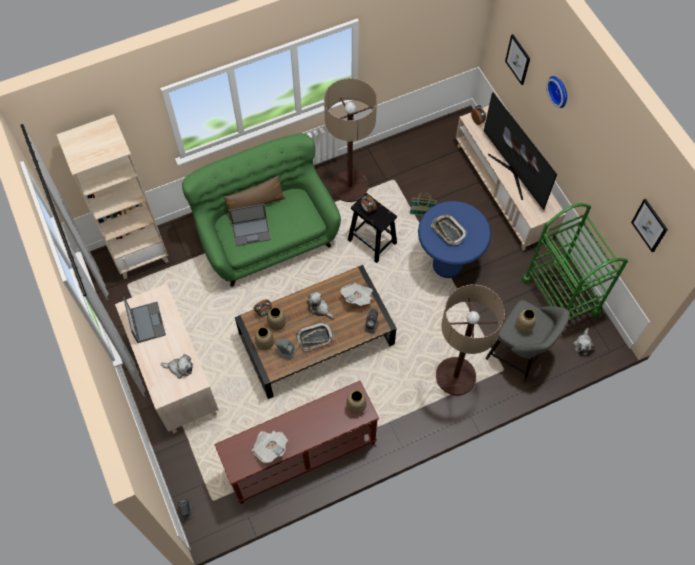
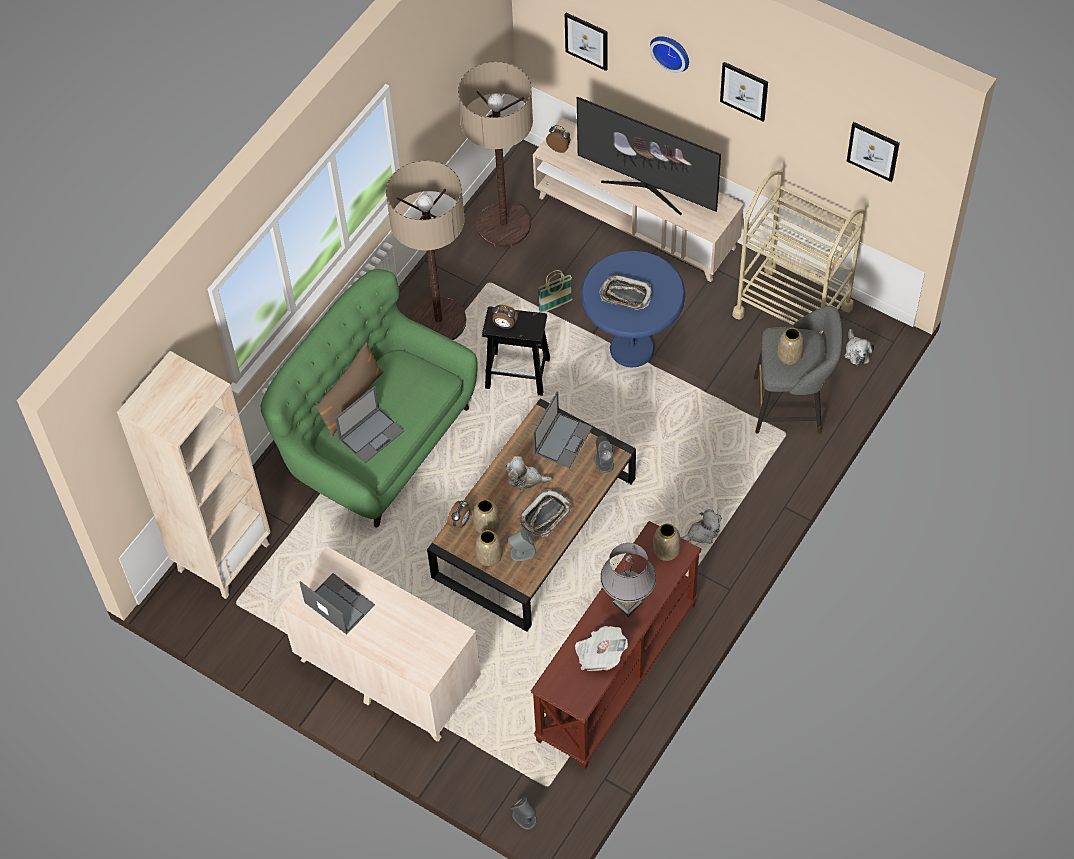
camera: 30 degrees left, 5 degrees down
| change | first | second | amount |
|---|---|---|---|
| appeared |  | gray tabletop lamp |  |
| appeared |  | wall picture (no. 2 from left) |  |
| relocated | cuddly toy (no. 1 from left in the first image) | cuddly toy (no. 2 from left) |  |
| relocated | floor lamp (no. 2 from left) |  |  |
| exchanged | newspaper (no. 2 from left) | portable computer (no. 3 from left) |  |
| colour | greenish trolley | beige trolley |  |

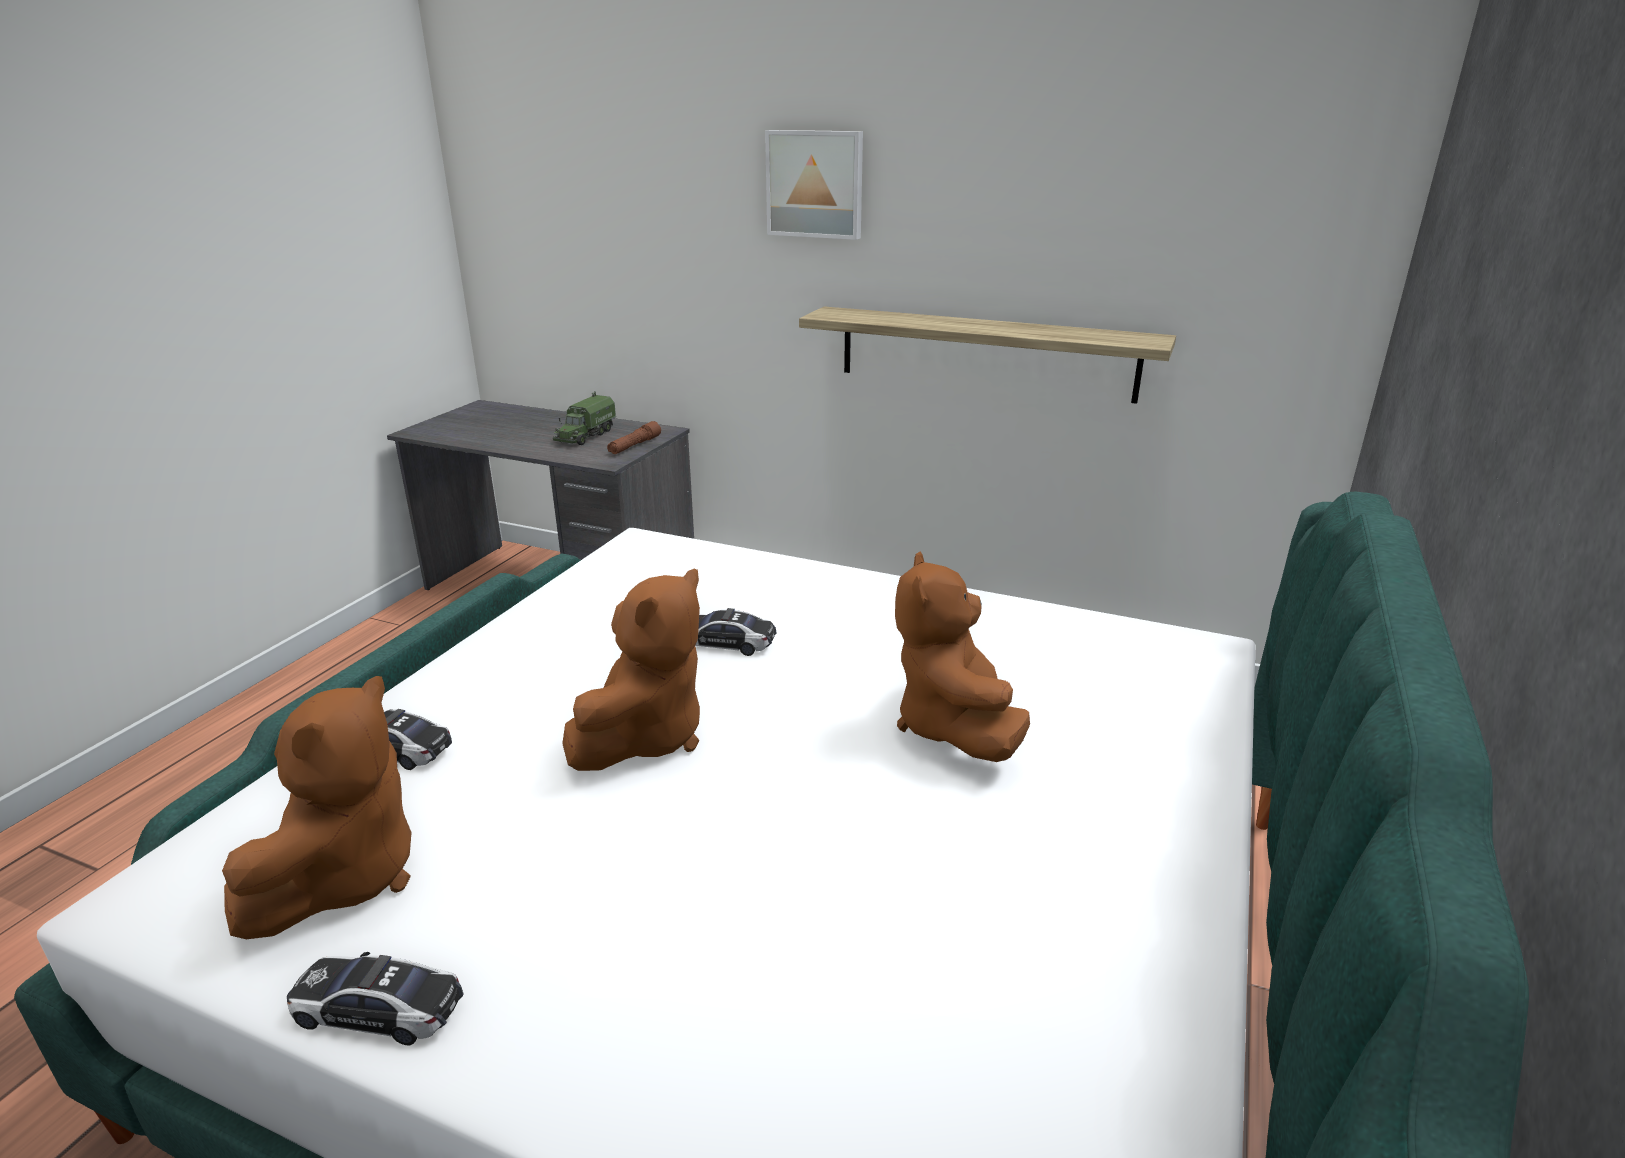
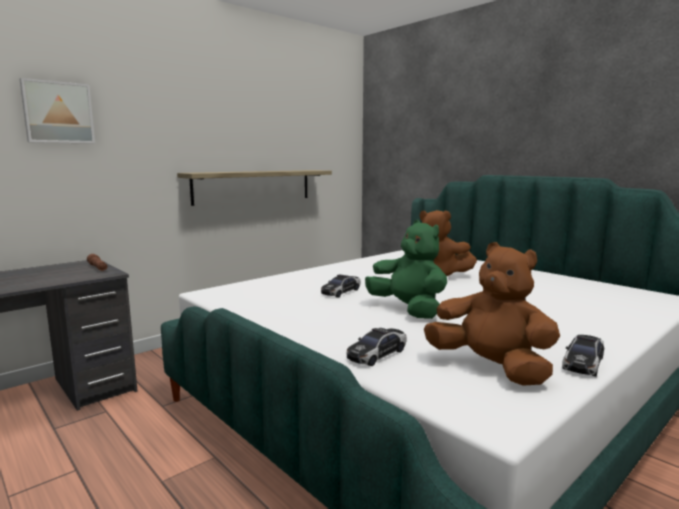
camera: 65 degrees left, 15 degrees down
| change | first | second | amount |
|---|---|---|---|
| missing | toy lorry |  |  |
| relocated | wall picture |  |  |
| colour | brown cuddly toy (no. 2 from left) | greenish cuddly toy |  |

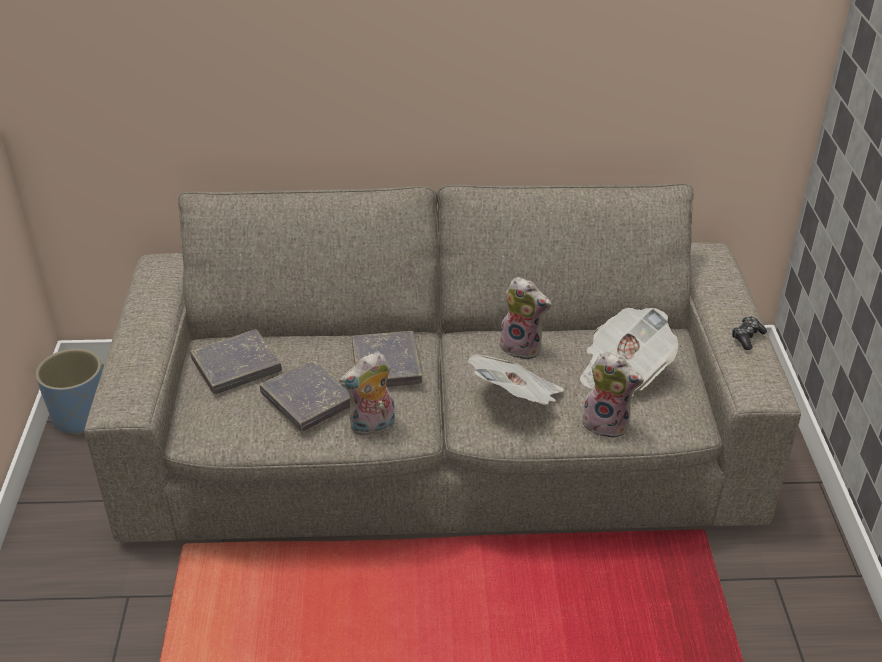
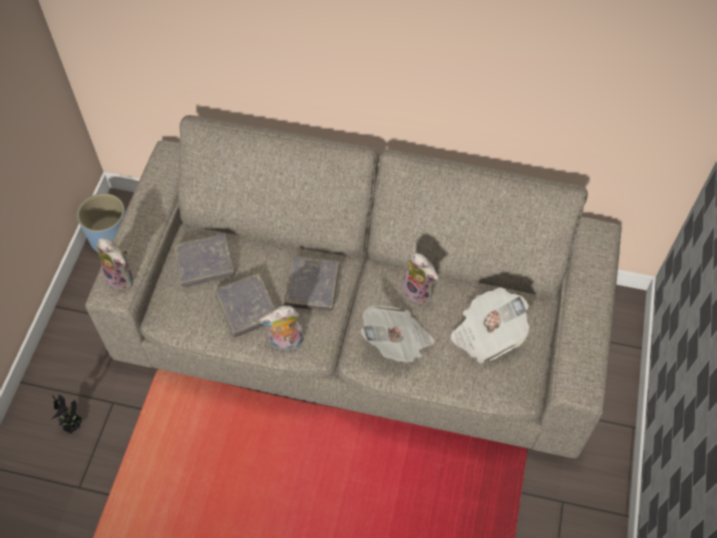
camera: 15 degrees right, 20 degrees up
| change | first | second | amount |
|---|---|---|---|
| missing | joypad |  |  |
| appeared |  | potted plant |  |
| relocated | cuddly toy (no. 3 from left in the first image) | cuddly toy (no. 1 from left) |  |

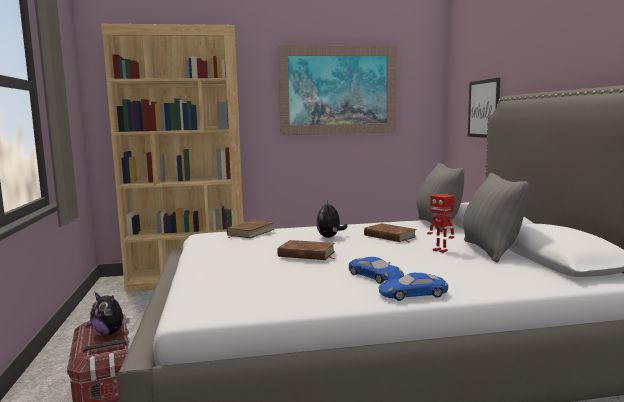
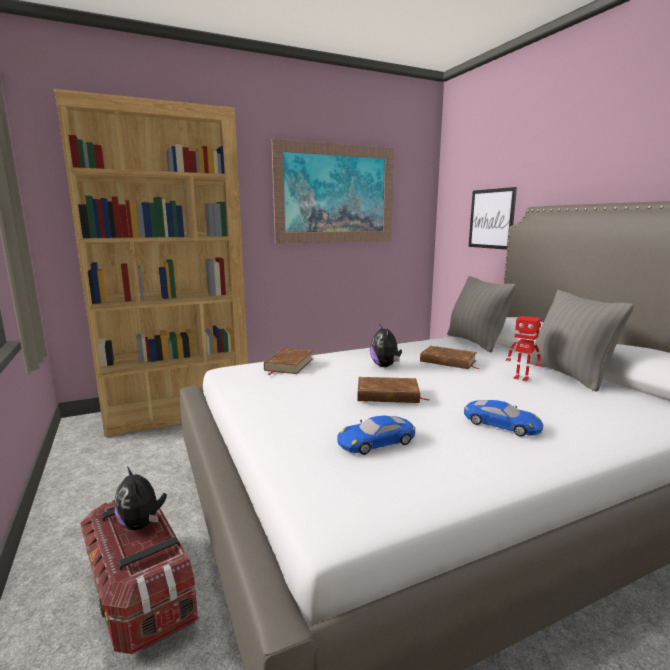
camera: 15 degrees left, 5 degrees up
| change | first | second | amount |
|---|---|---|---|
| relocated | blue miniature car (no. 2 from left in the first image) | blue miniature car (no. 1 from left) |  |
| spun | cuddly toy (no. 1 from left) |  | 45 degrees clockwise |

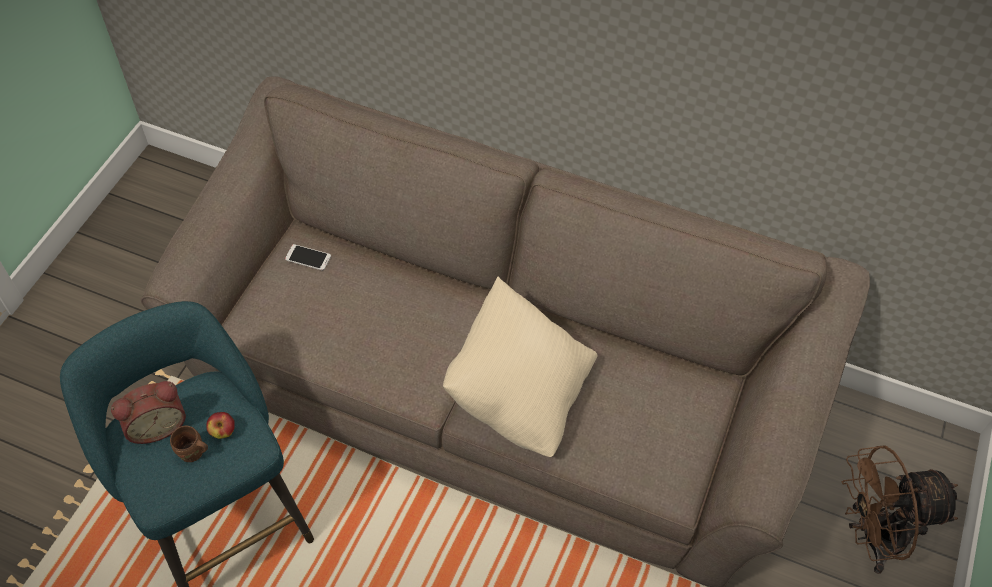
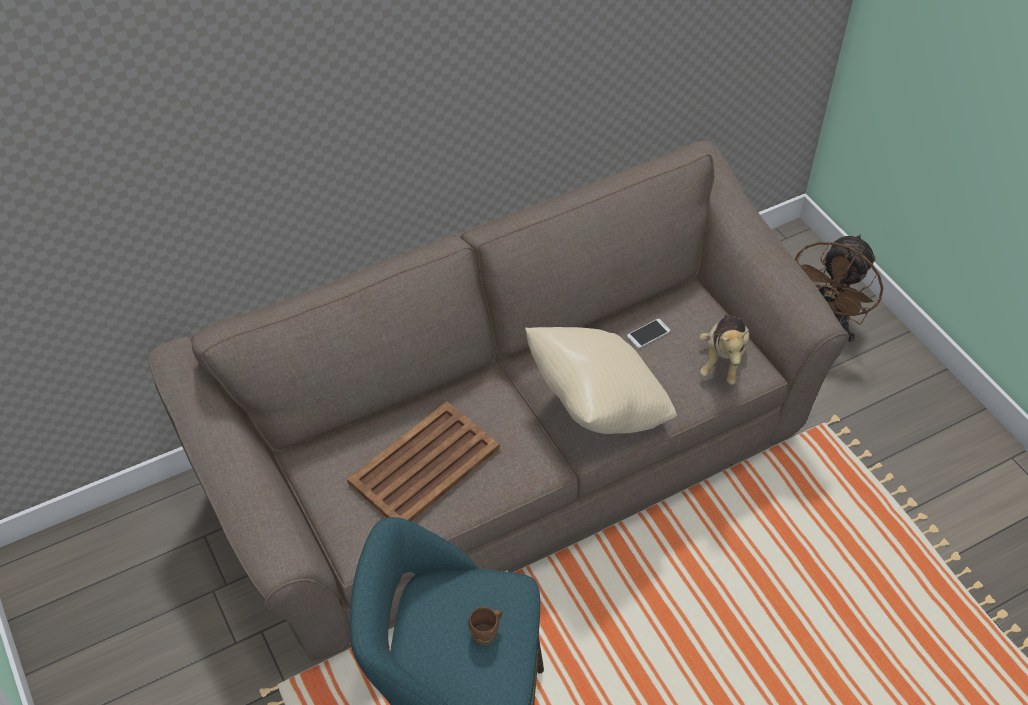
camera: 50 degrees left, 5 degrees down
| change | first | second | amount |
|---|---|---|---|
| missing | table clock |  |  |
| missing | whole apple |  |  |
| appeared |  | brown tray |  |
| appeared |  | cuddly toy |  |
| relocated | handset |  |  |

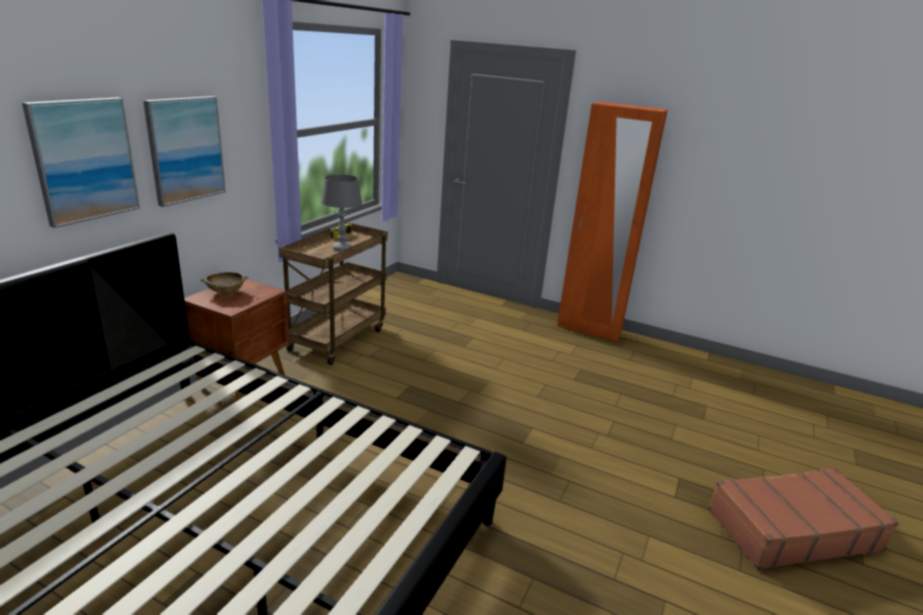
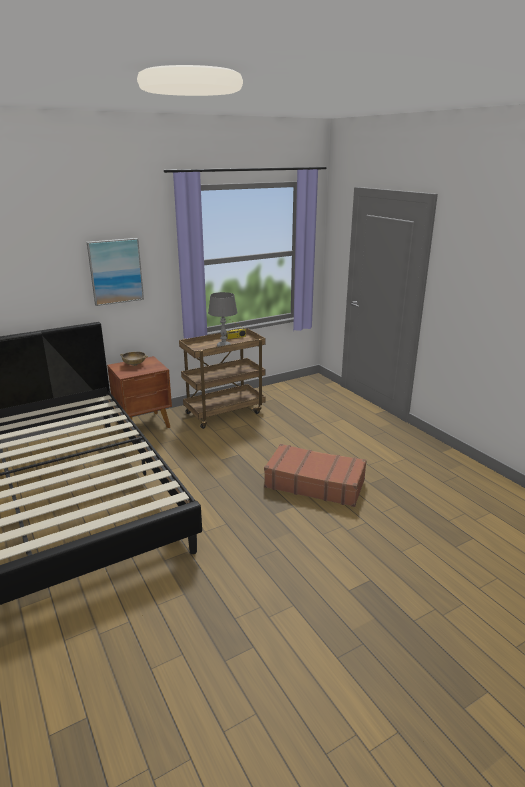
camera: 35 degrees right, 0 degrees up
| change | first | second | amount |
|---|---|---|---|
| missing | wall picture (no. 1 from left) |  |  |
| missing | orange-coloured clothes cupboard |  |  |
| relocated | brown travel case |  |  |

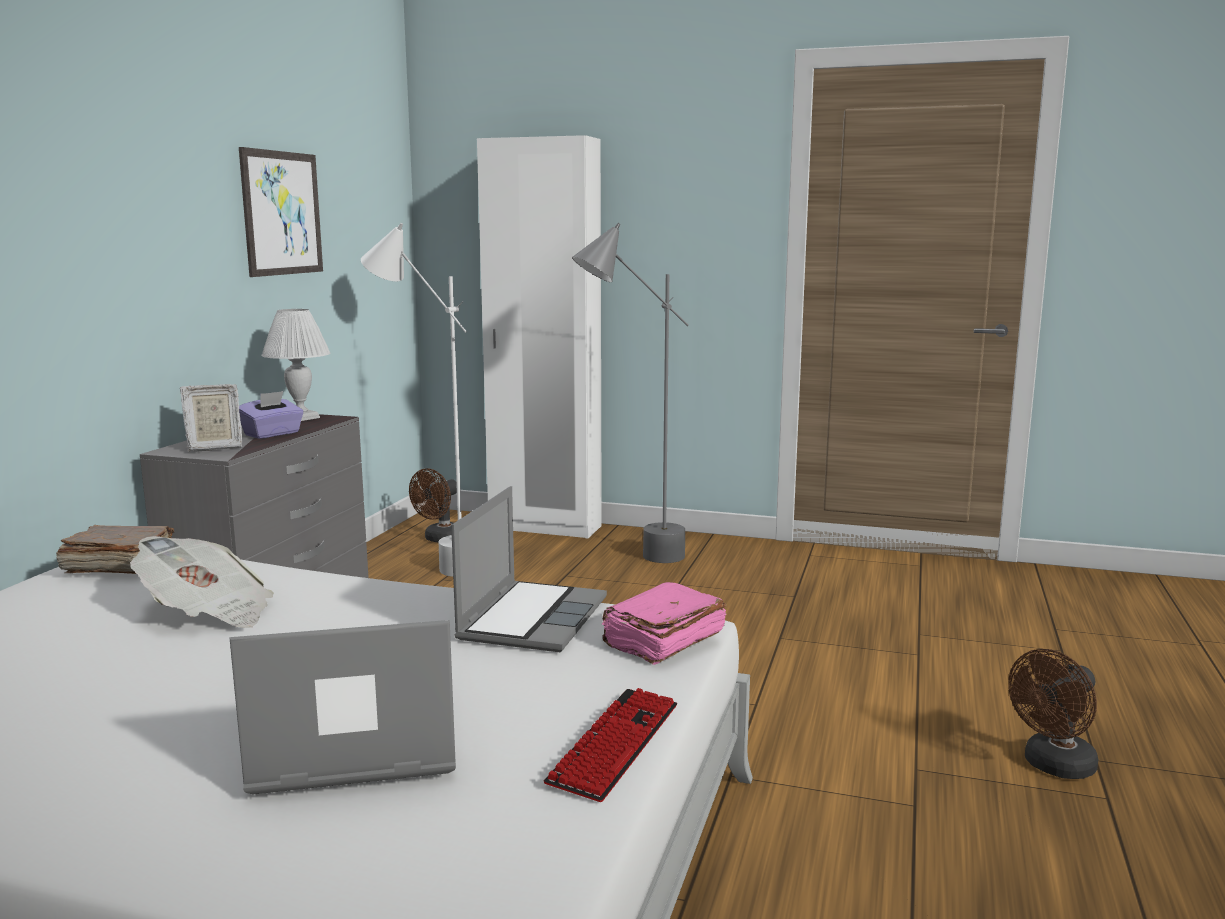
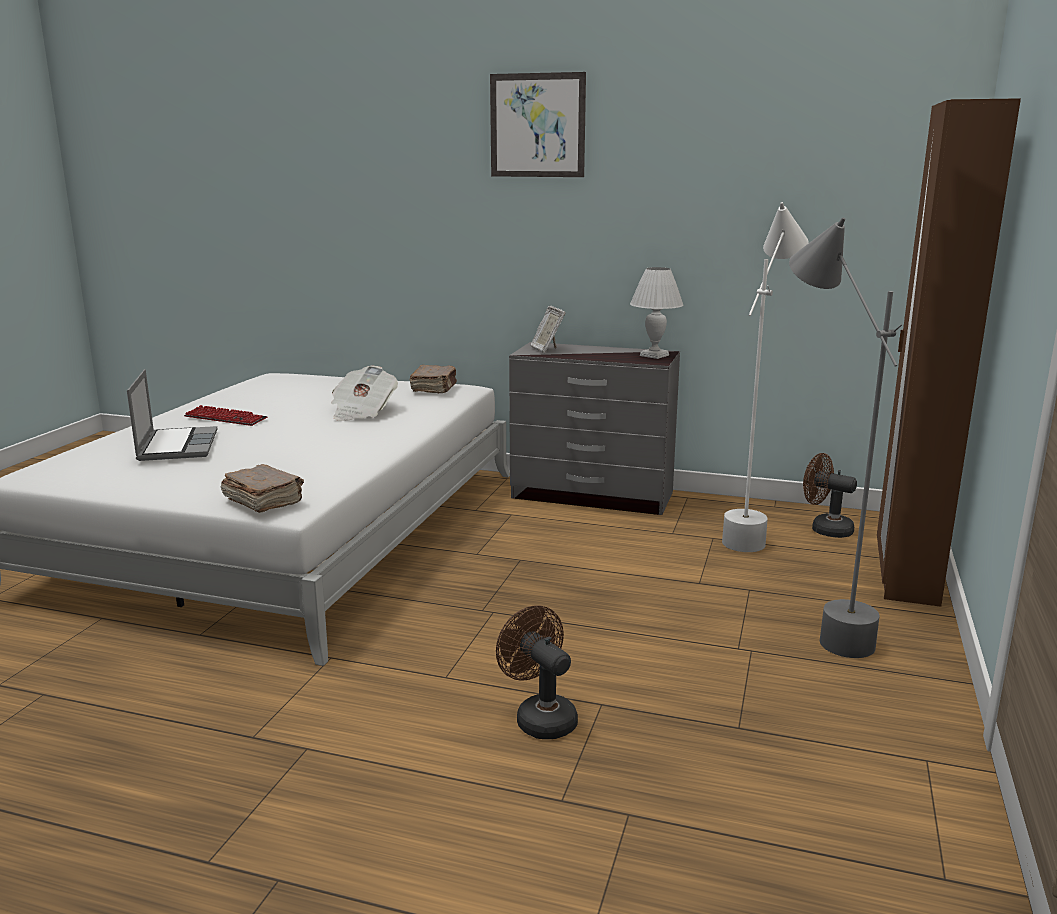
camera: 90 degrees right, 5 degrees up
| change | first | second | amount |
|---|---|---|---|
| missing | purple box of tissues |  |  |
| missing | portable computer (no. 2 from left) |  |  |
| relocated | wall picture |  |  |
| relocated | PC keyboard |  |  |
| relocated | brown cooling fan (no. 2 from left in the first image) | brown cooling fan (no. 1 from left) |  |
| colour | whitish clothes cupboard | brown clothes cupboard |  |
| colour | pinkish book | brown book (no. 1 from left) |  |

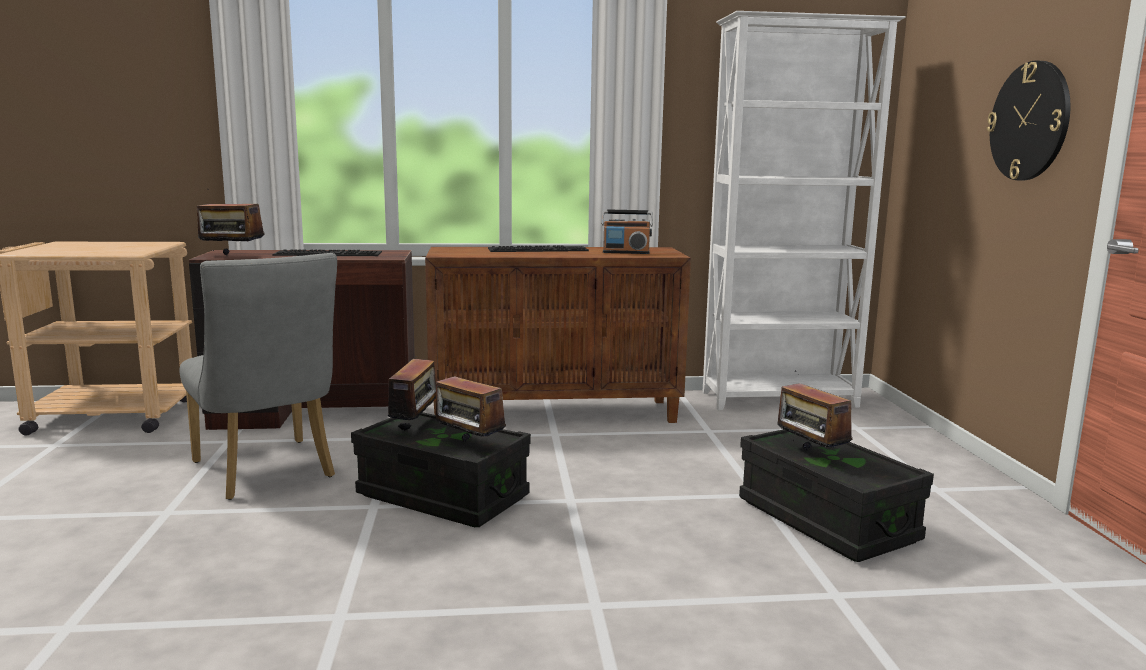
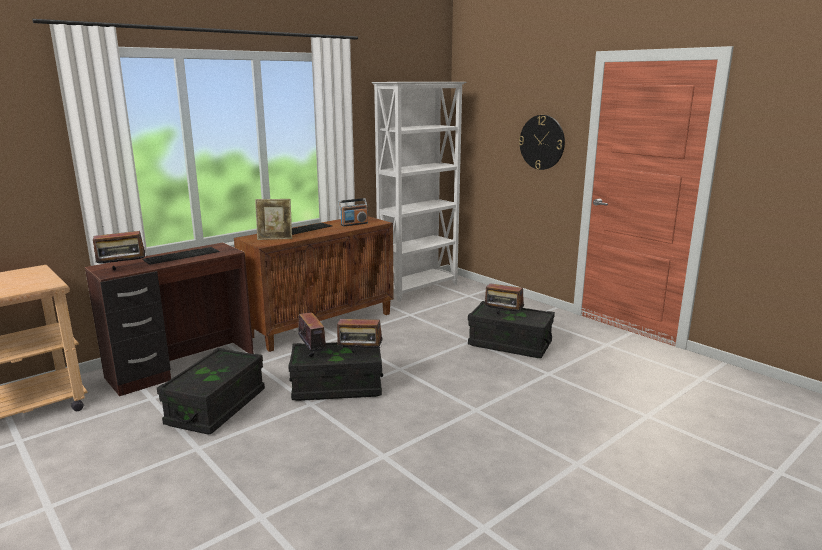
camera: 35 degrees left, 5 degrees up
| change | first | second | amount |
|---|---|---|---|
| appeared |  | picture frame |  |
| exchanged | gray plain chair | blackish storage bin (no. 1 from left) |  |

